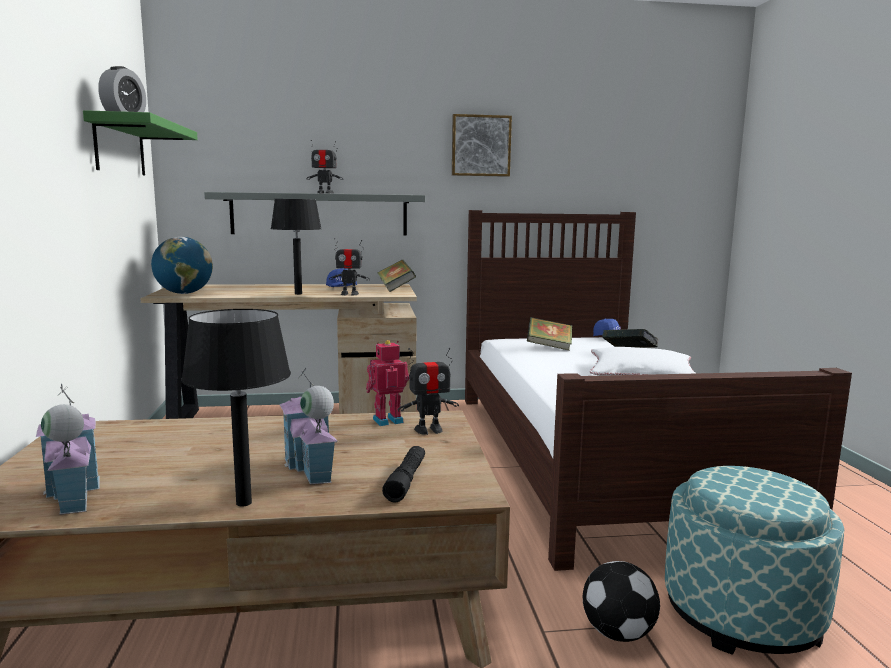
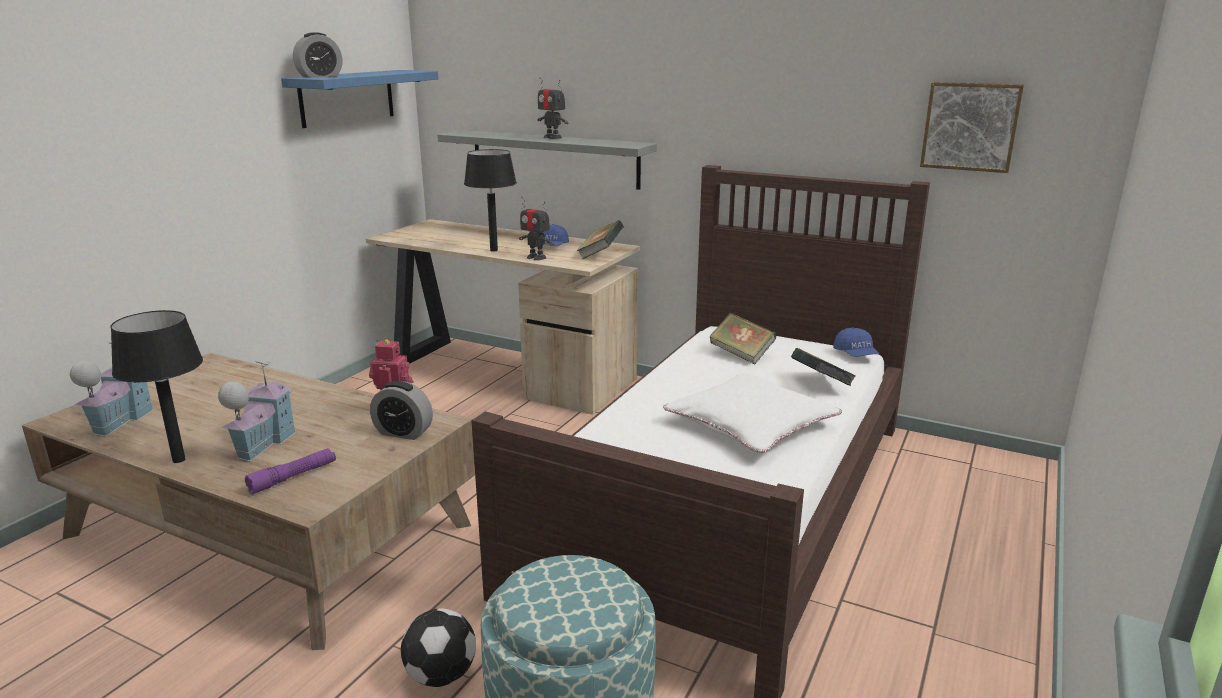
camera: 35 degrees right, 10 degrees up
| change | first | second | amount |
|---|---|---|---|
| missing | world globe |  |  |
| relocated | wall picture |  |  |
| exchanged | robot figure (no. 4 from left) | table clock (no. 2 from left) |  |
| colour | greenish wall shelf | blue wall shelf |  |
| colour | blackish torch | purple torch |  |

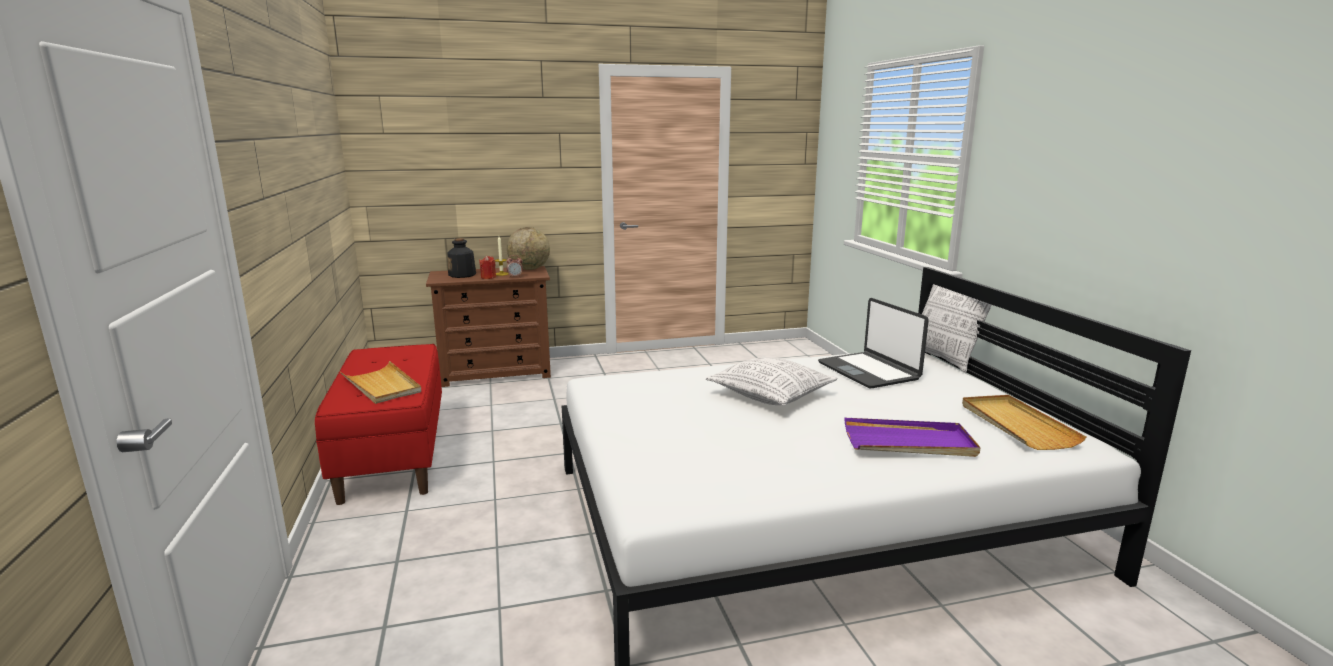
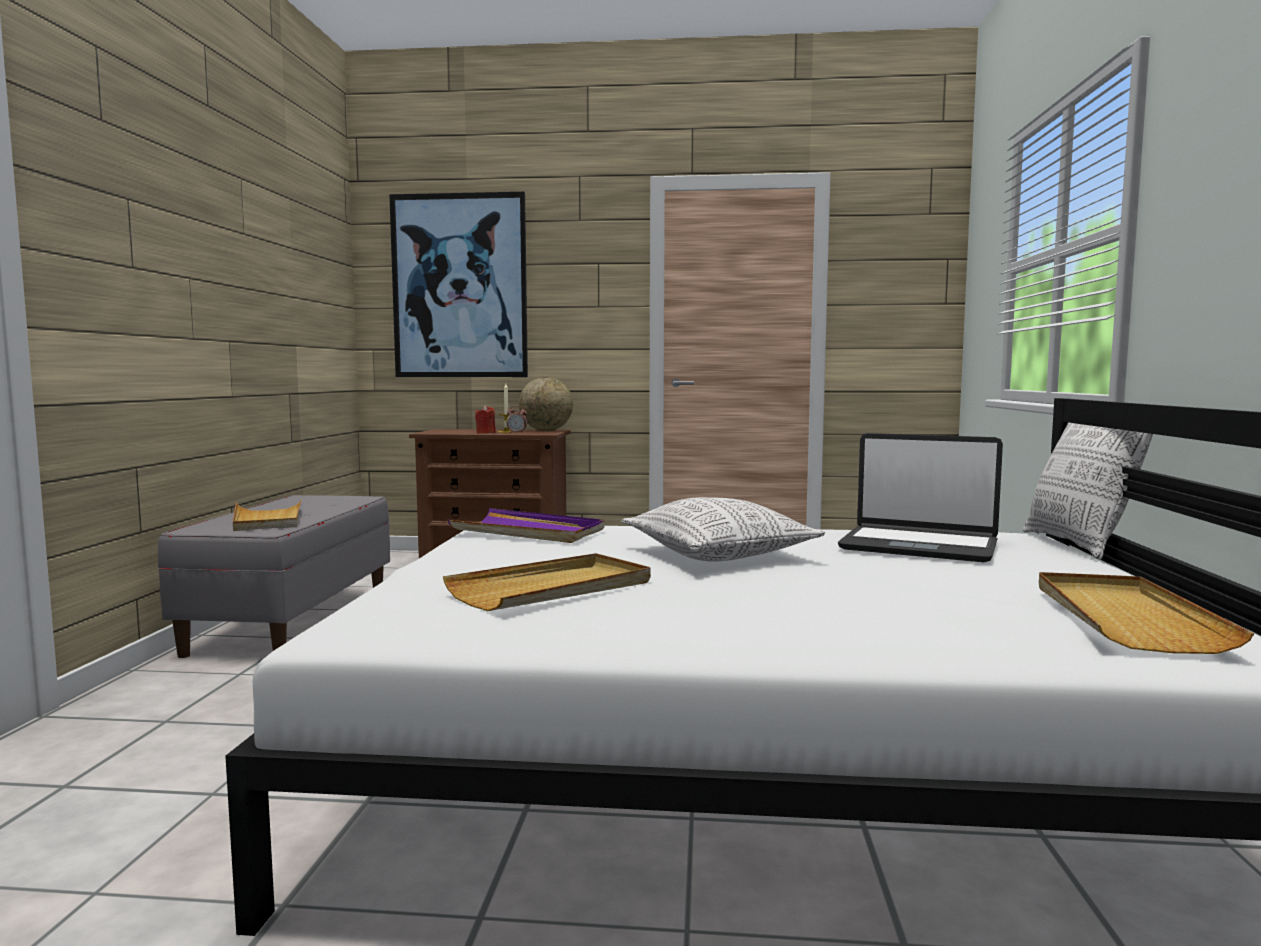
camera: 20 degrees right, 10 degrees down
| change | first | second | amount |
|---|---|---|---|
| missing | beverage bottle |  |  |
| appeared |  | wall picture |  |
| appeared |  | beige tray (no. 2 from left) |  |
| relocated | purple tray |  |  |
| colour | red-coloured indoor bench | gray indoor bench |  |
| spun | portable computer |  | 60 degrees counterclockwise |

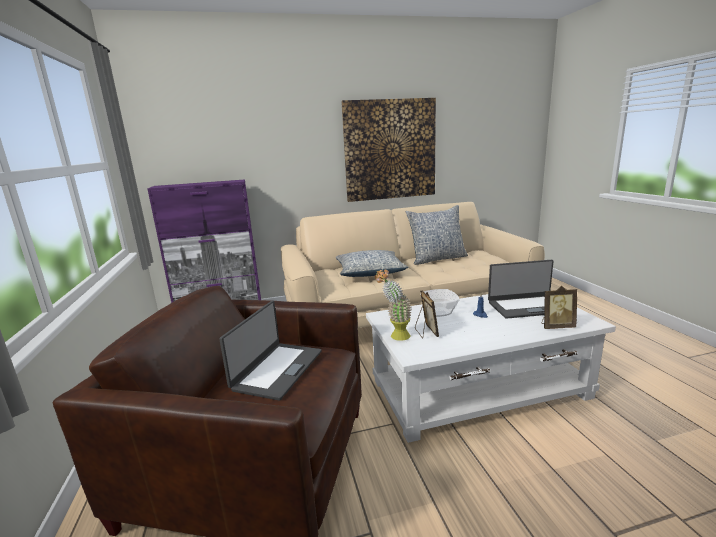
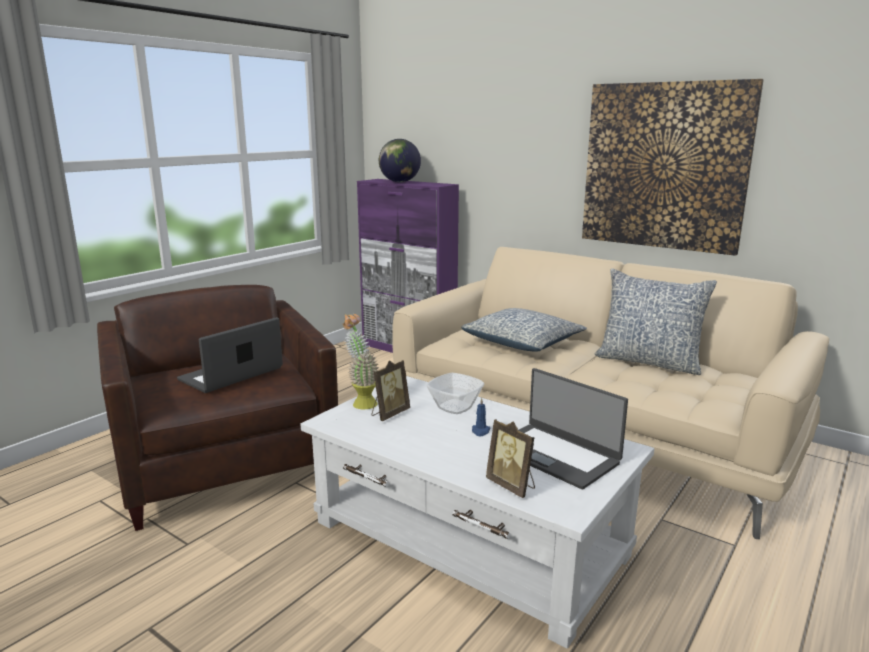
camera: 50 degrees right, 0 degrees up
| change | first | second | amount |
|---|---|---|---|
| appeared |  | world globe |  |
| spun | portable computer (no. 1 from left) |  | 150 degrees clockwise |

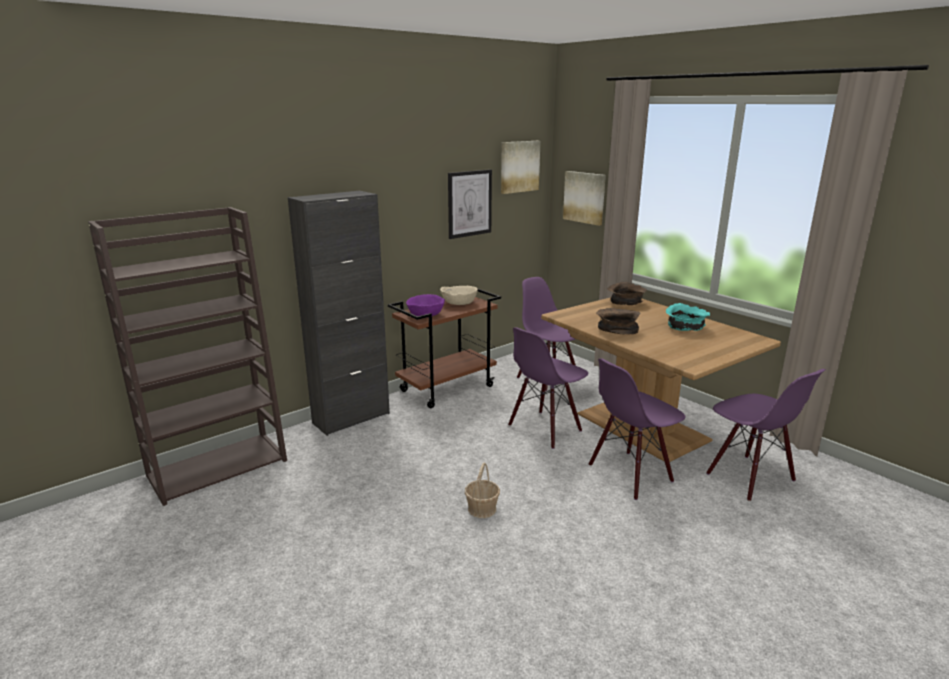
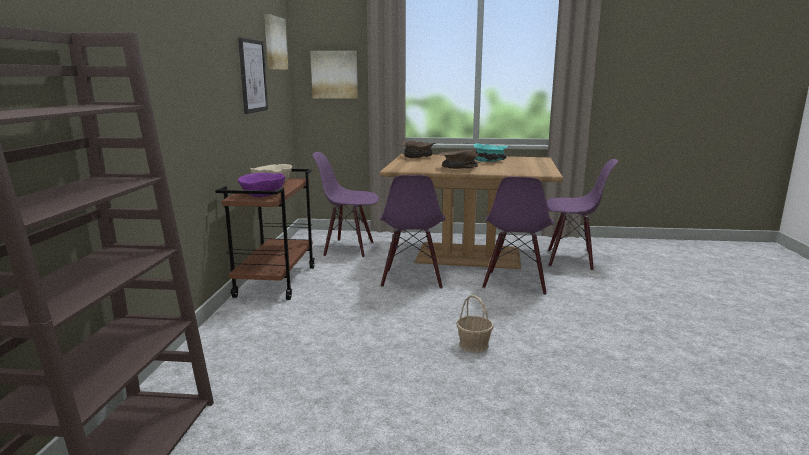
camera: 45 degrees left, 5 degrees down
| change | first | second | amount |
|---|---|---|---|
| missing | blackish cabinet |  |  |

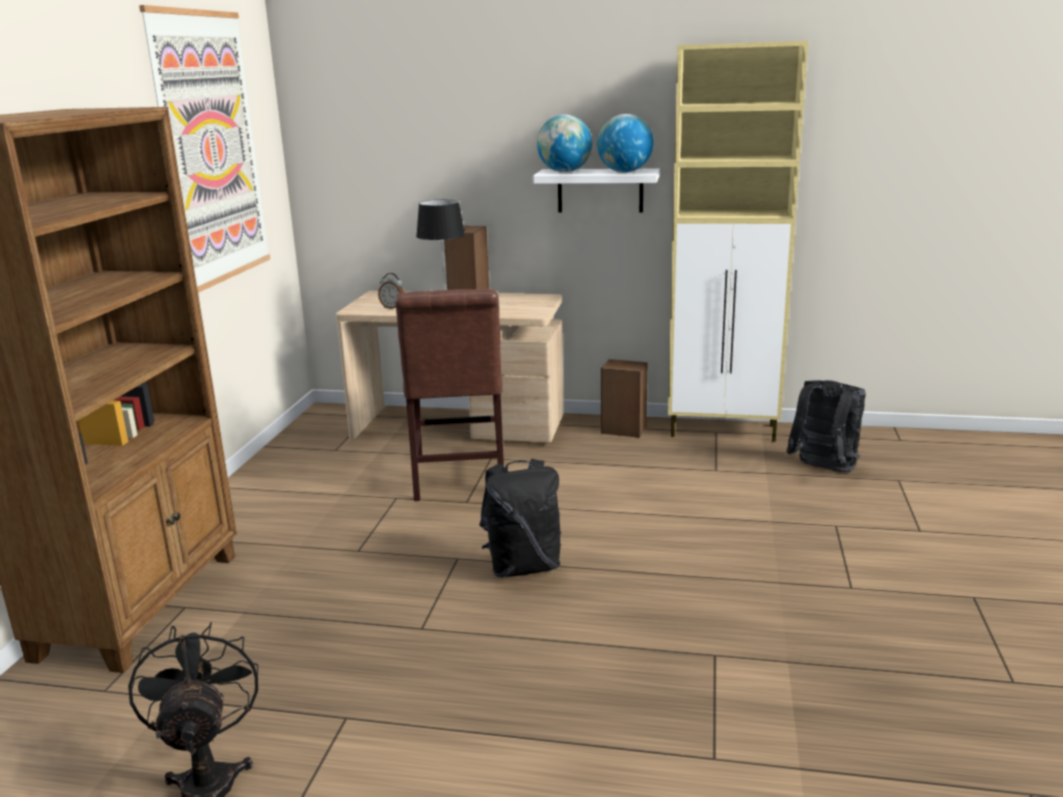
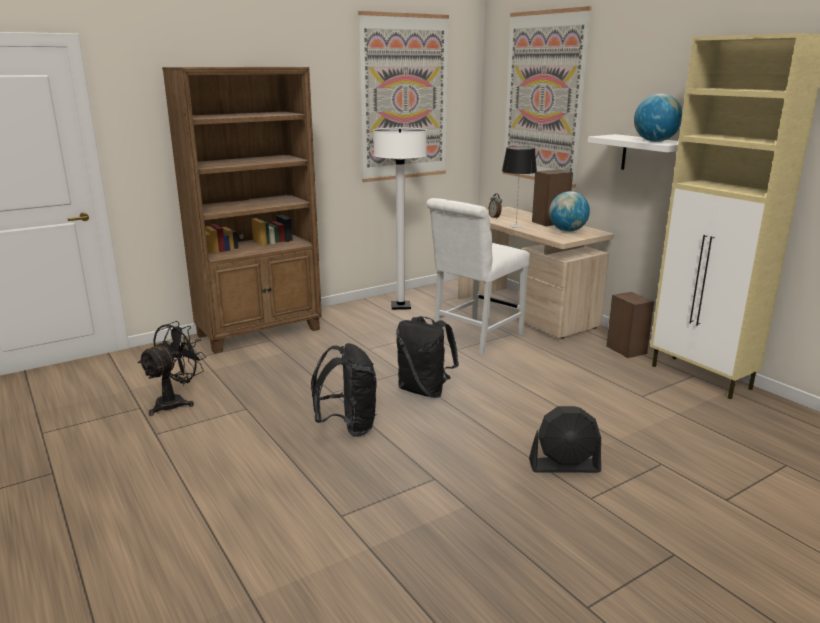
camera: 45 degrees right, 0 degrees up
| change | first | second | amount |
|---|---|---|---|
| appeared |  | whitish floor lamp |  |
| appeared |  | wall picture (no. 2 from left) |  |
| appeared |  | blackish cooling fan (no. 2 from left) |  |
| relocated | world globe (no. 1 from left) |  |  |
| relocated | blackish rucksack (no. 2 from left in the first image) | blackish rucksack (no. 1 from left) |  |
| colour | brown plain chair | whitish plain chair |  |

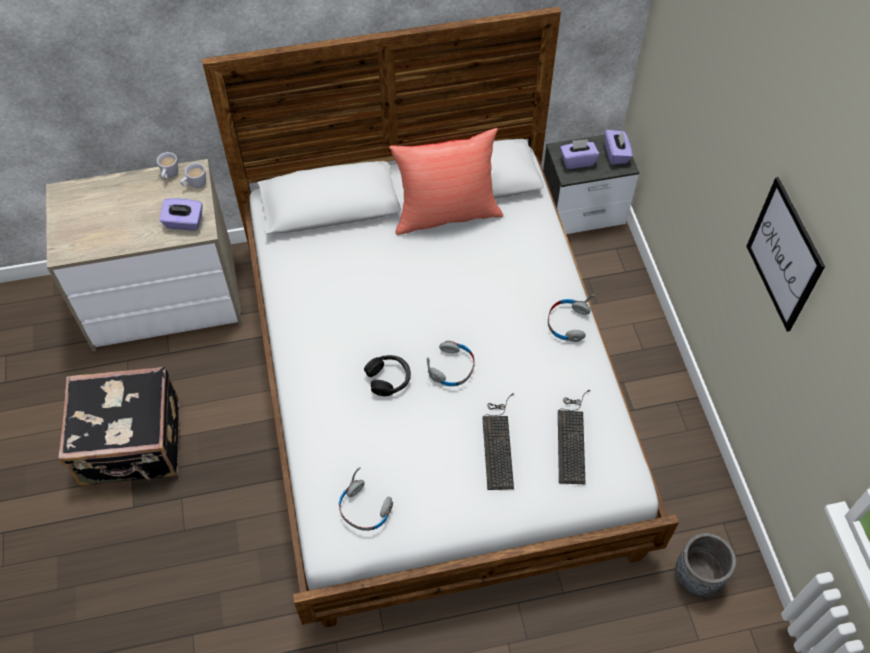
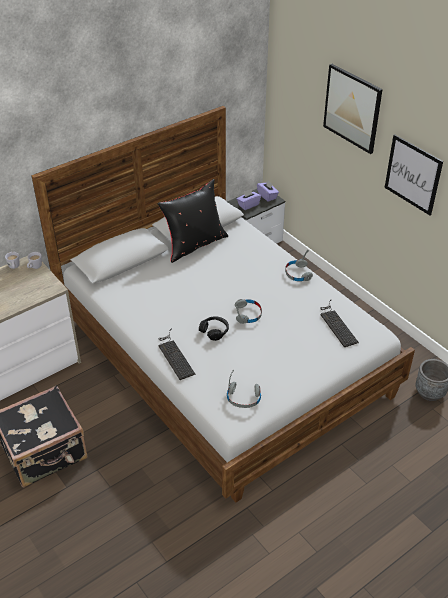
camera: 25 degrees left, 15 degrees down
| change | first | second | amount |
|---|---|---|---|
| missing | purple box of tissues (no. 1 from left) |  |  |
| appeared |  | wall picture (no. 1 from left) |  |
| relocated | PC keyboard (no. 1 from left) |  |  |
| colour | red-coloured cushion | blackish cushion |  |

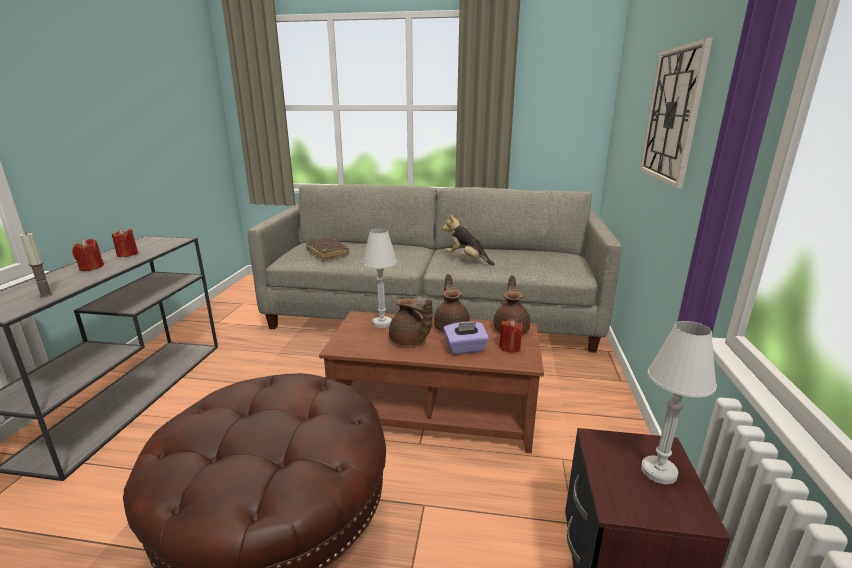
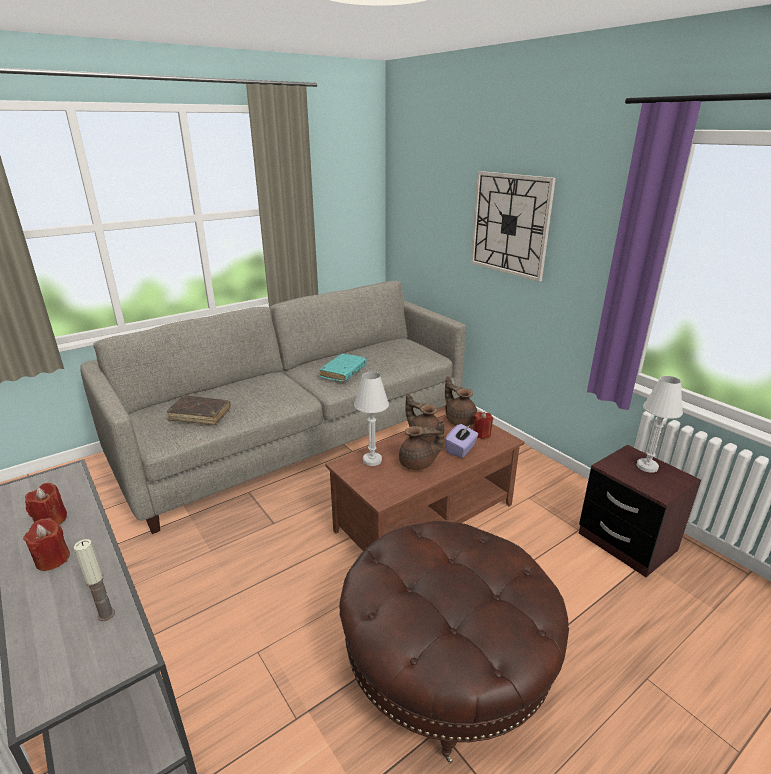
camera: 45 degrees left, 5 degrees up
| change | first | second | amount |
|---|---|---|---|
| exchanged | cuddly toy | blue-green book |  |

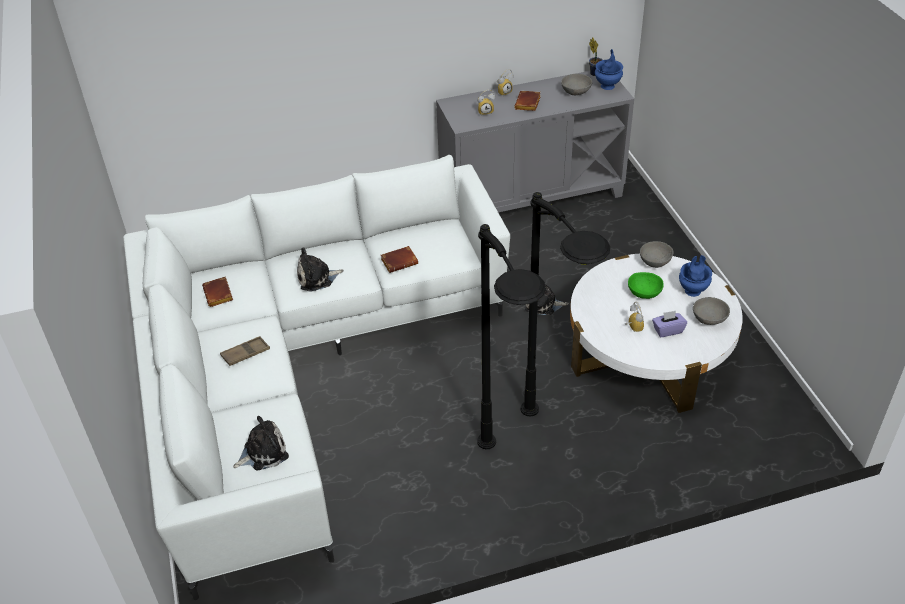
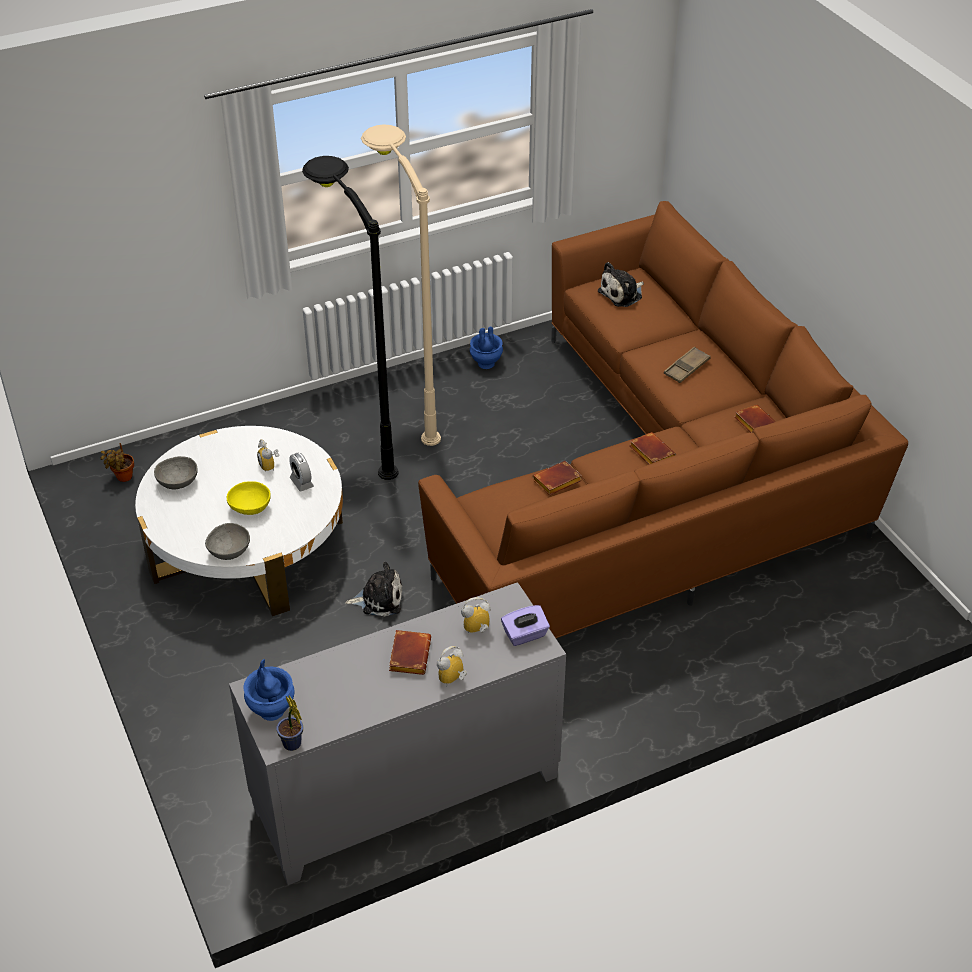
camera: 170 degrees right, 0 degrees up
| change | first | second | amount |
|---|---|---|---|
| missing | gray deep dish (no. 1 from left) |  |  |
| appeared |  | potted plant (no. 1 from left) |  |
| appeared |  | table clock (no. 2 from left) |  |
| relocated | purple box of tissues |  |  |
| relocated | blue flower vase (no. 2 from left) |  |  |
| exchanged | cuddly toy (no. 2 from left) | brown book (no. 3 from left) |  |
| colour | whitish settee | brown settee |  |
| colour | blackish floor lamp (no. 1 from left) | beige floor lamp |  |
| colour | greenish deep dish | yellow-coloured deep dish |  |

